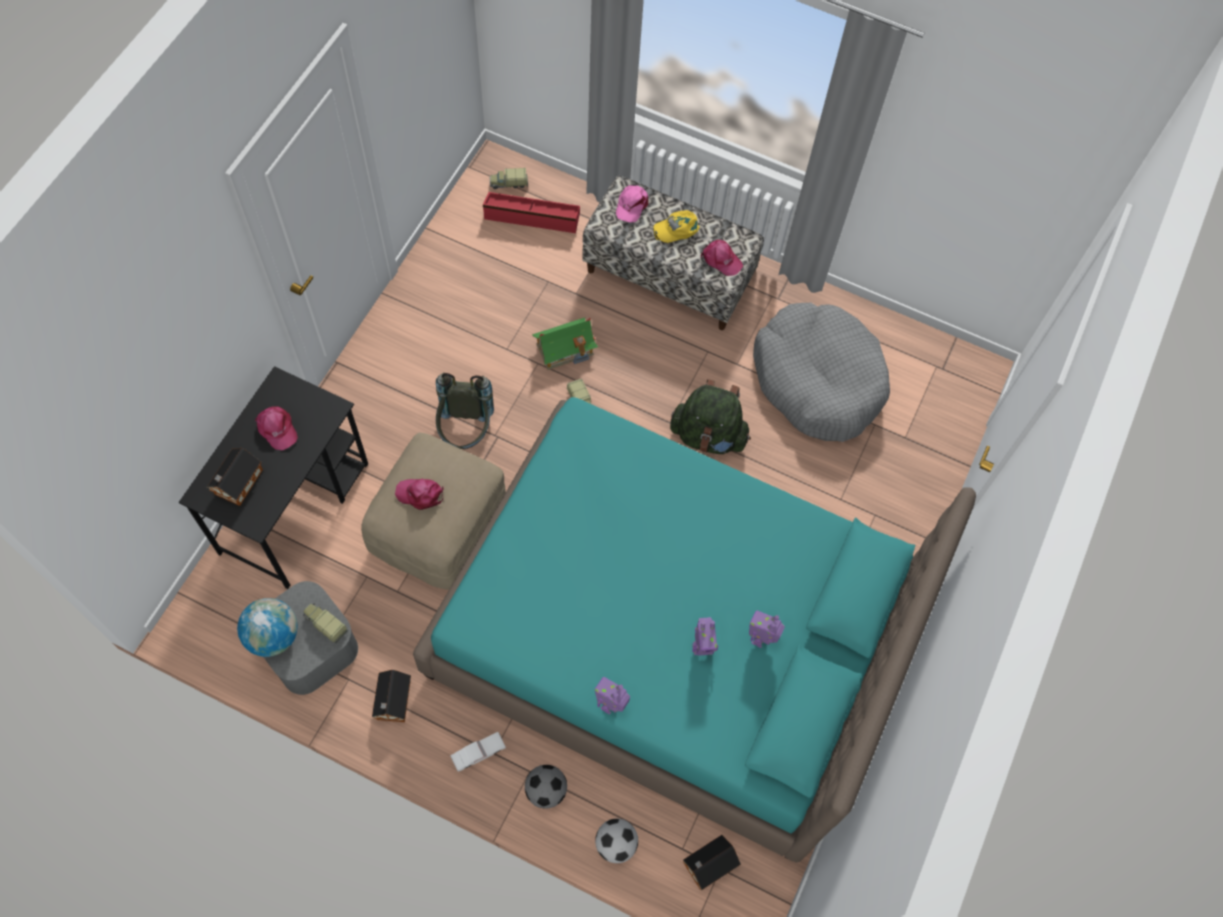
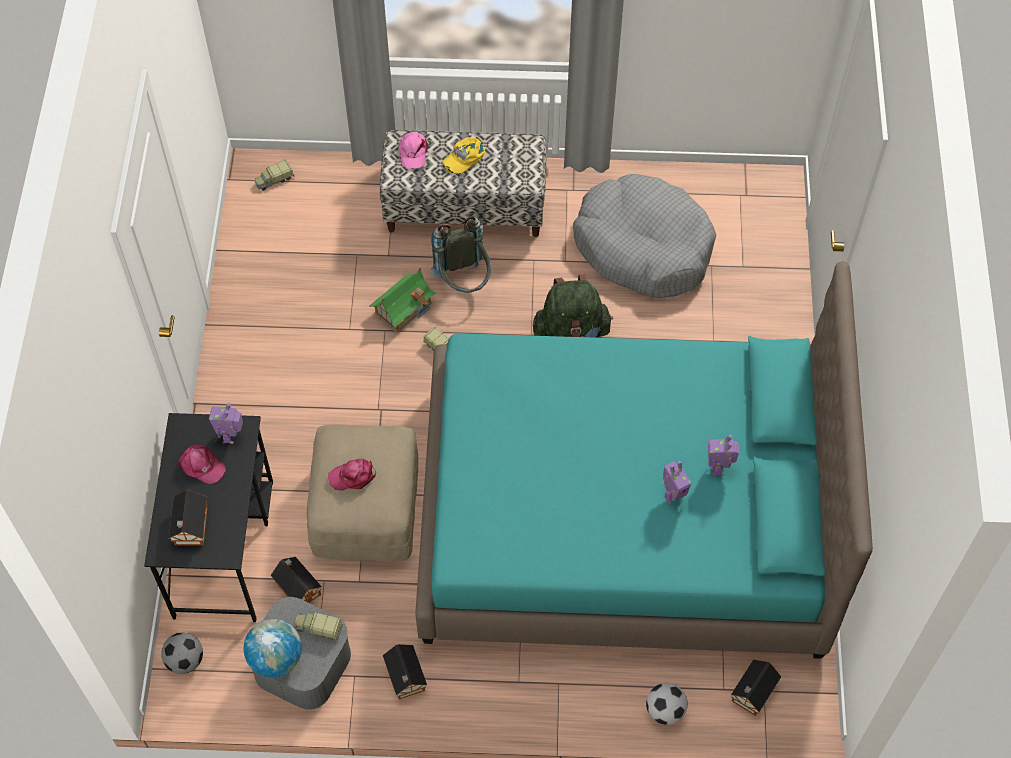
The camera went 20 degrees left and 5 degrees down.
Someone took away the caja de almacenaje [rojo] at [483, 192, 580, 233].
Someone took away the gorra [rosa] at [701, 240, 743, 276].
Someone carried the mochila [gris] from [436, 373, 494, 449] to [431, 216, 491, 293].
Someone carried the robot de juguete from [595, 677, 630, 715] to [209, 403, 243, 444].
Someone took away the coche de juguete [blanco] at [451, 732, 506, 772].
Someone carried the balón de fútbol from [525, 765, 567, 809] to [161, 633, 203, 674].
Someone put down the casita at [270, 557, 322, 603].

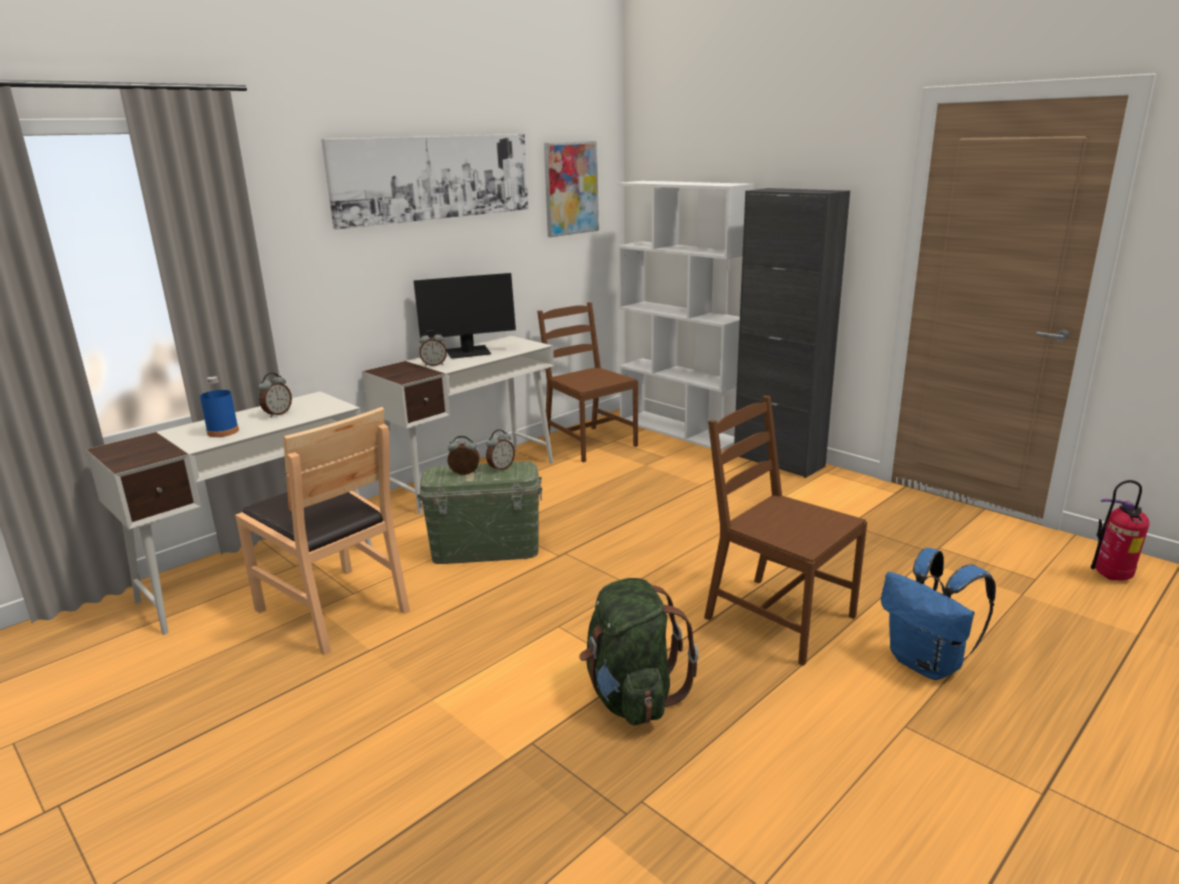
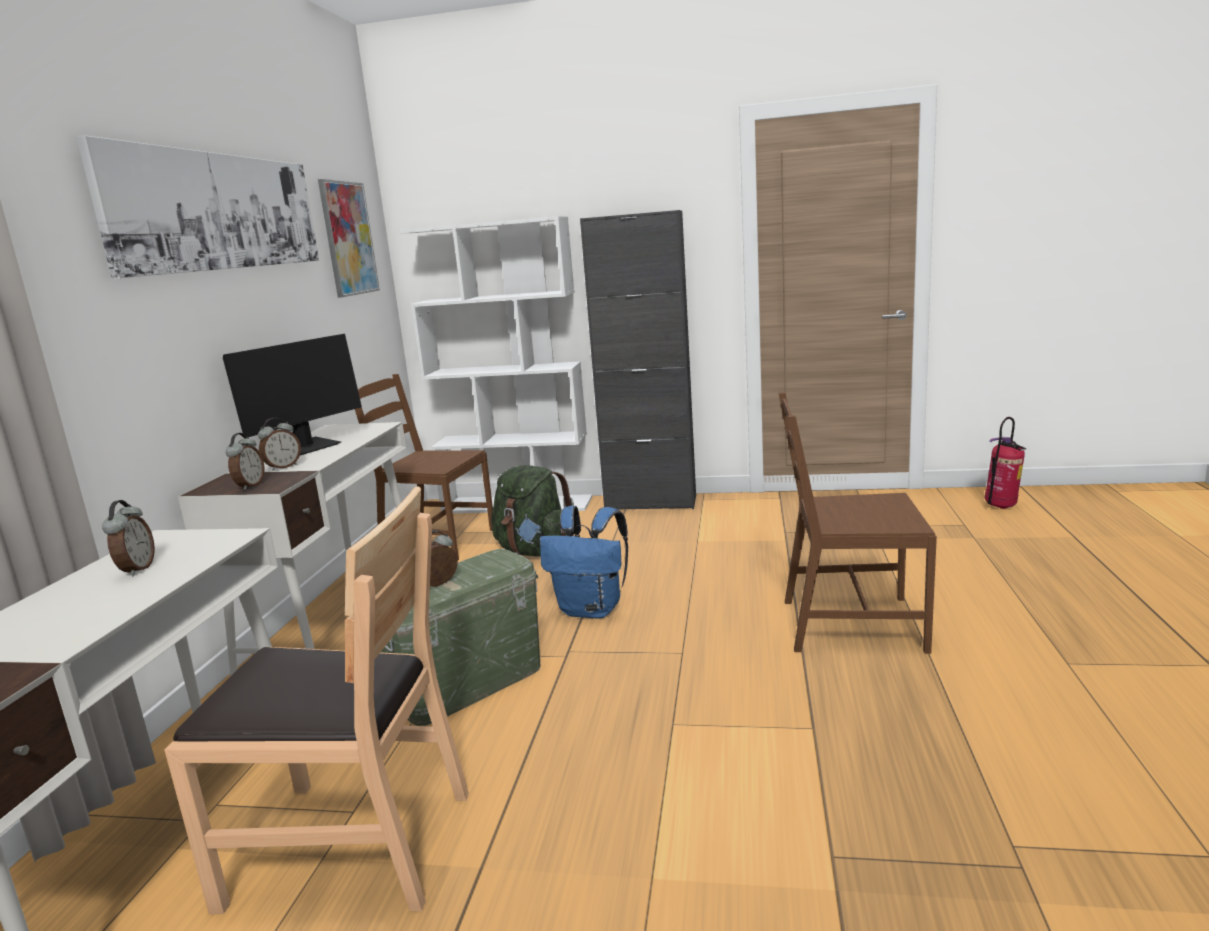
The camera went 35 degrees left and 5 degrees down.
Someone took away the botella [azul] at [200, 376, 239, 437].
Someone carried the despertador from [486, 430, 515, 472] to [226, 433, 264, 490].
Someone carried the mochila [azul] from [881, 548, 996, 680] to [540, 506, 628, 619].
Someone carried the mochila [verde] from [579, 578, 699, 726] to [491, 465, 574, 556].

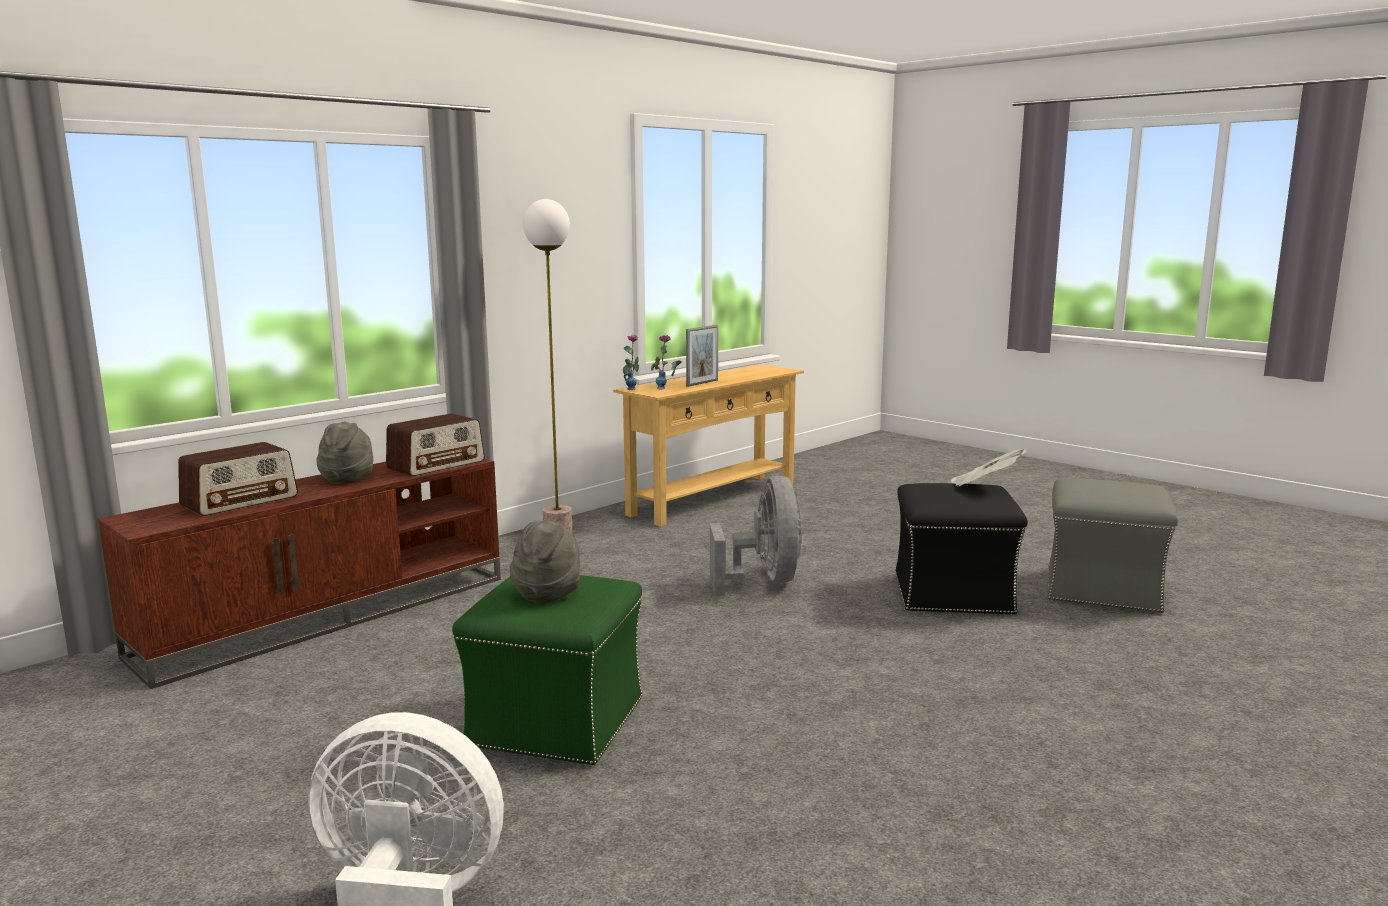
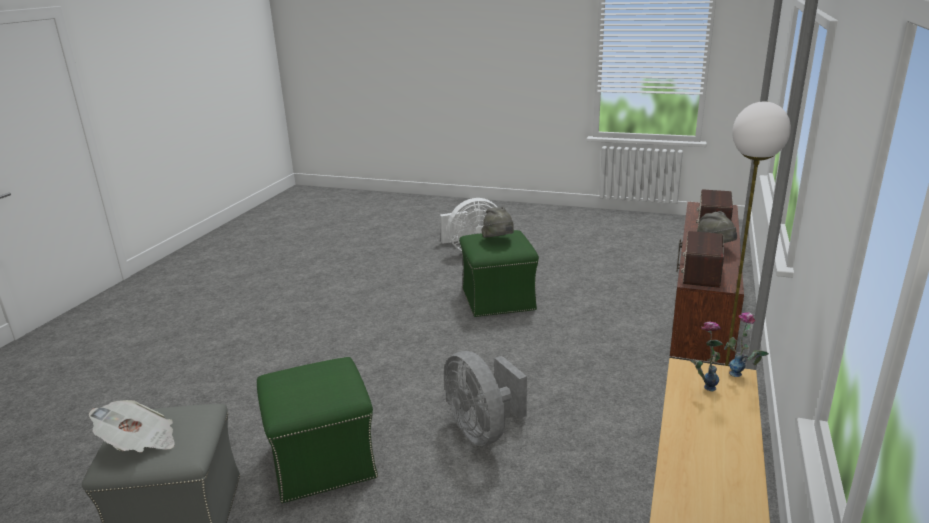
The camera went 155 degrees right and 10 degrees up.
Someone took away the portarretratos at [686, 325, 718, 387].
Someone carried the periódico from [951, 449, 1026, 487] to [89, 400, 174, 452].
Someone repainted the puf [negro] at [895, 483, 1028, 615], which became the puf [verde] at [257, 357, 378, 503].

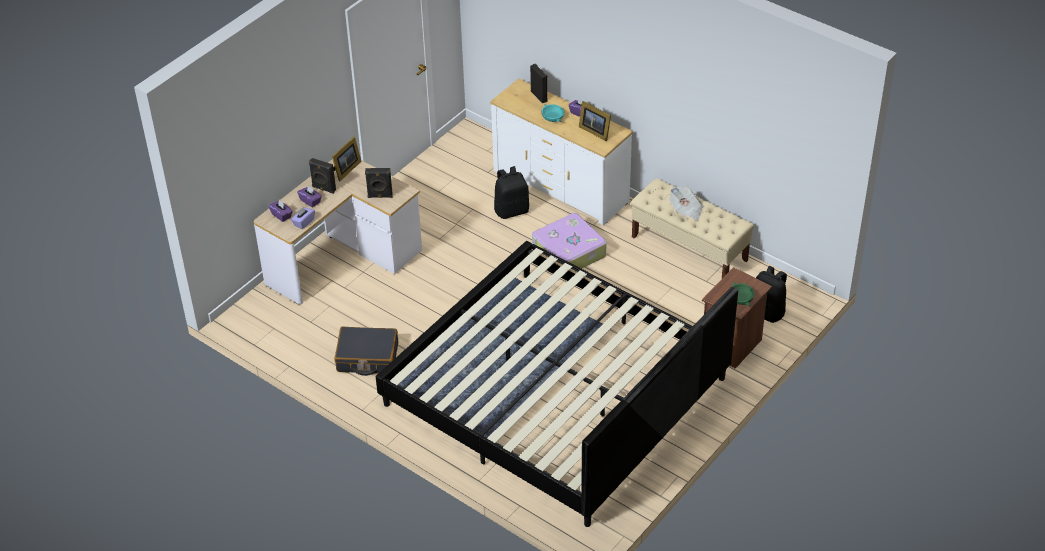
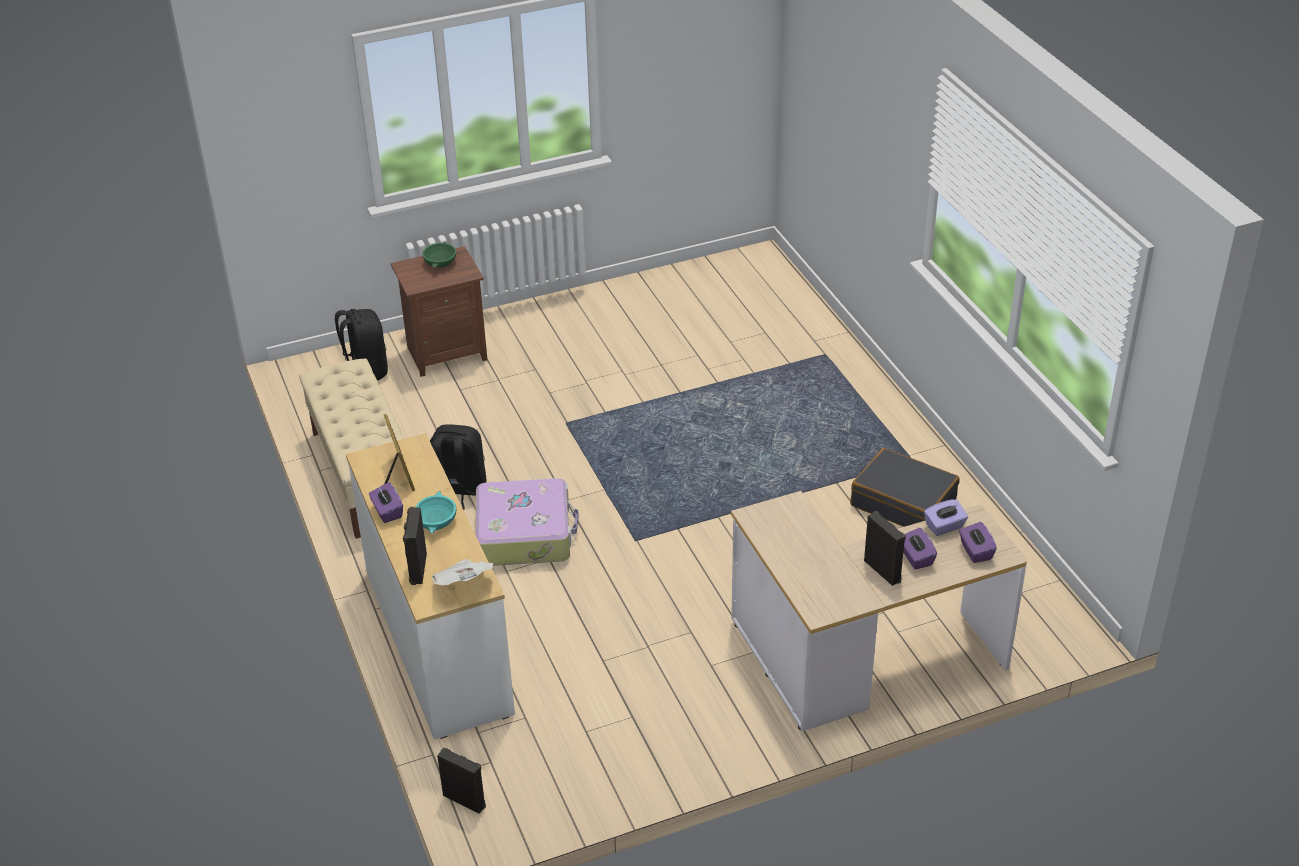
The camera went 150 degrees left and 5 degrees down.
Someone took away the portarretratos at [332, 137, 362, 181].
Someone carried the mochila [negro] from [494, 166, 529, 219] to [430, 424, 487, 510].
Someone carried the altavoz [negro] from [365, 168, 393, 198] to [437, 748, 486, 814].
Someone carried the periódico from [669, 186, 703, 221] to [432, 559, 493, 585].
Someone took away the cama at [376, 241, 738, 527].

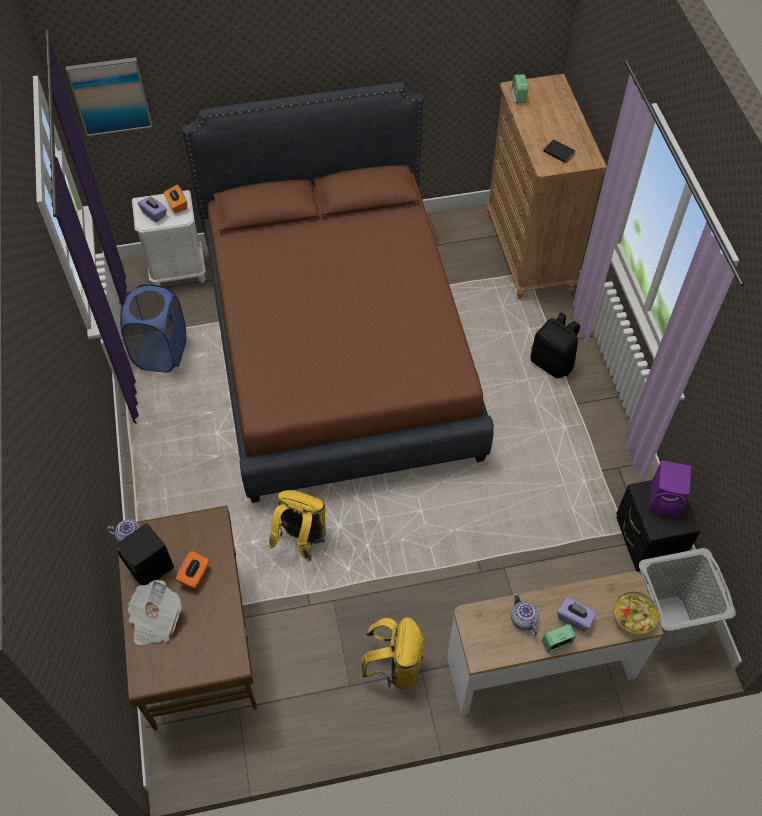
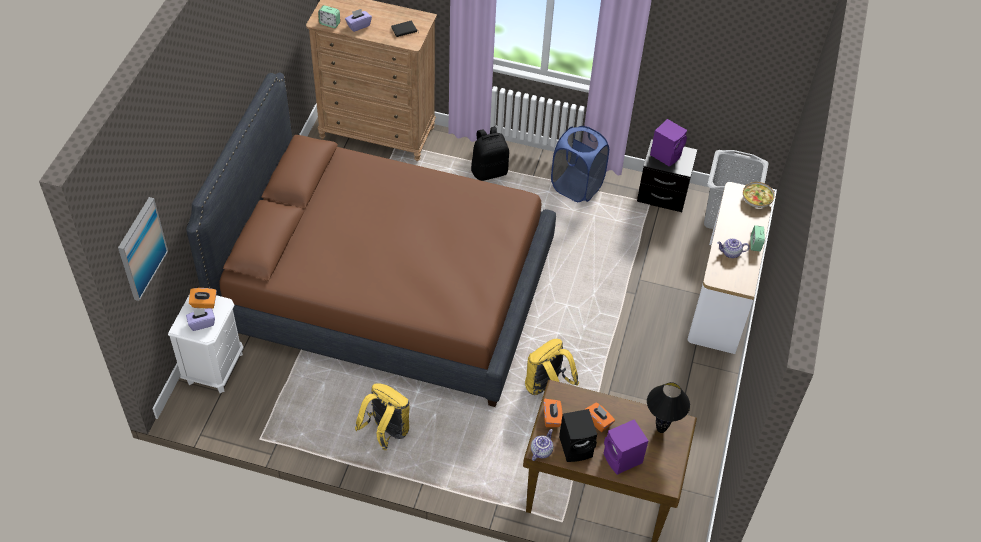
The camera went 65 degrees left and 5 degrees down.
Someone carried the cesto de la ropa [azul] from [120, 284, 186, 373] to [551, 126, 609, 202].
Someone swapped the periódico at [127, 580, 182, 645] for the altavoz [morado] at [604, 420, 648, 475].
Someone carried the caja de pañuelos [morado] from [557, 597, 596, 632] to [345, 9, 372, 32].
Someone carried the mochila [amarillo] from [361, 617, 425, 689] to [355, 383, 410, 450].
Someone put down the lámpara de mesa [negro] at [647, 382, 690, 433].
Someone put down the caja de pañuelos [naranja] at [544, 399, 562, 427].

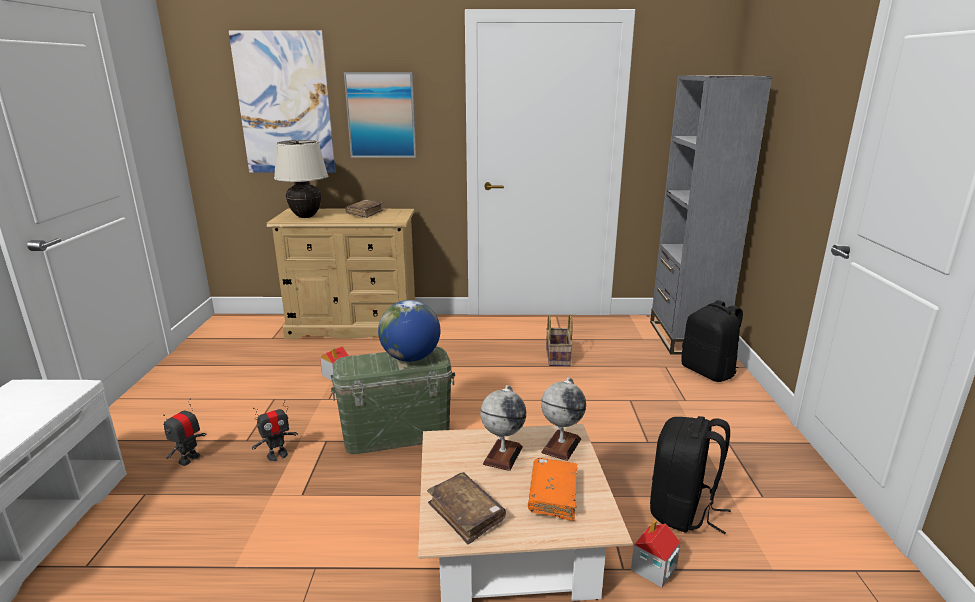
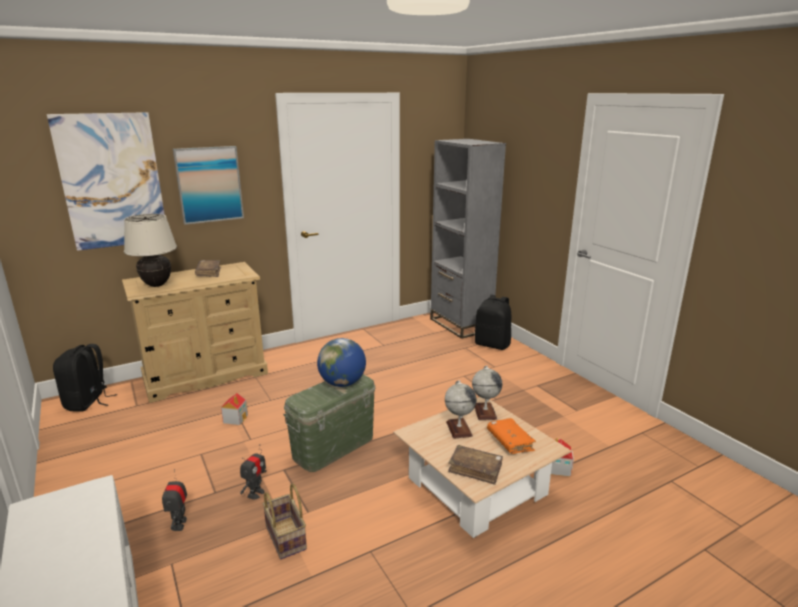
The camera went 30 degrees left and 0 degrees up.
Someone carried the cesta from [546, 315, 572, 366] to [263, 483, 307, 559].
Someone carried the mochila [negro] from [650, 416, 731, 534] to [53, 344, 117, 411].

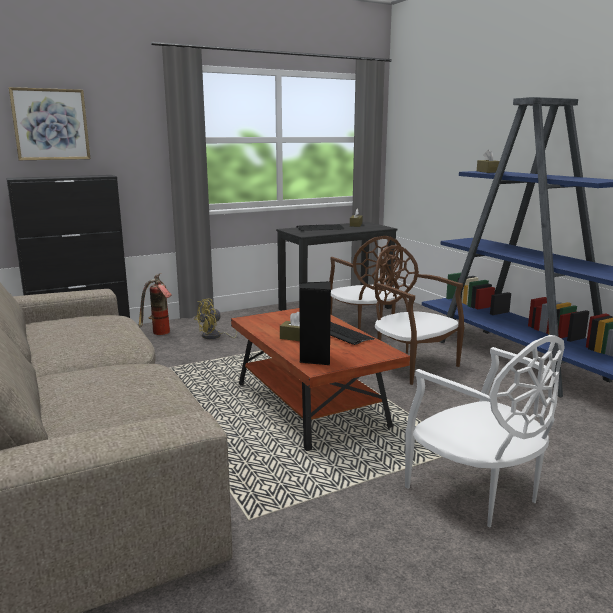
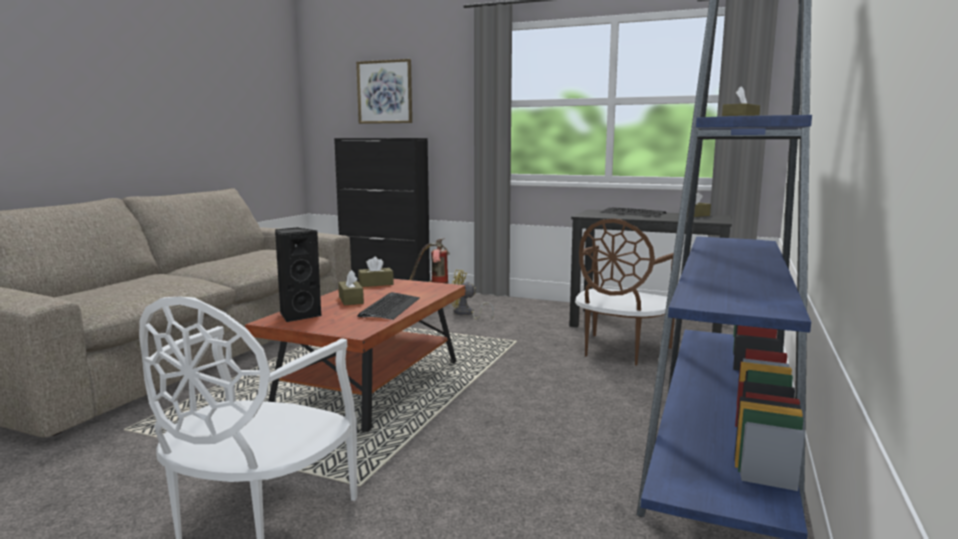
The camera went 50 degrees right and 5 degrees down.
Someone took away the silla [marrón] at [375, 245, 464, 385].
Someone put down the caja de pañuelos [marrón] at [358, 257, 394, 287].

